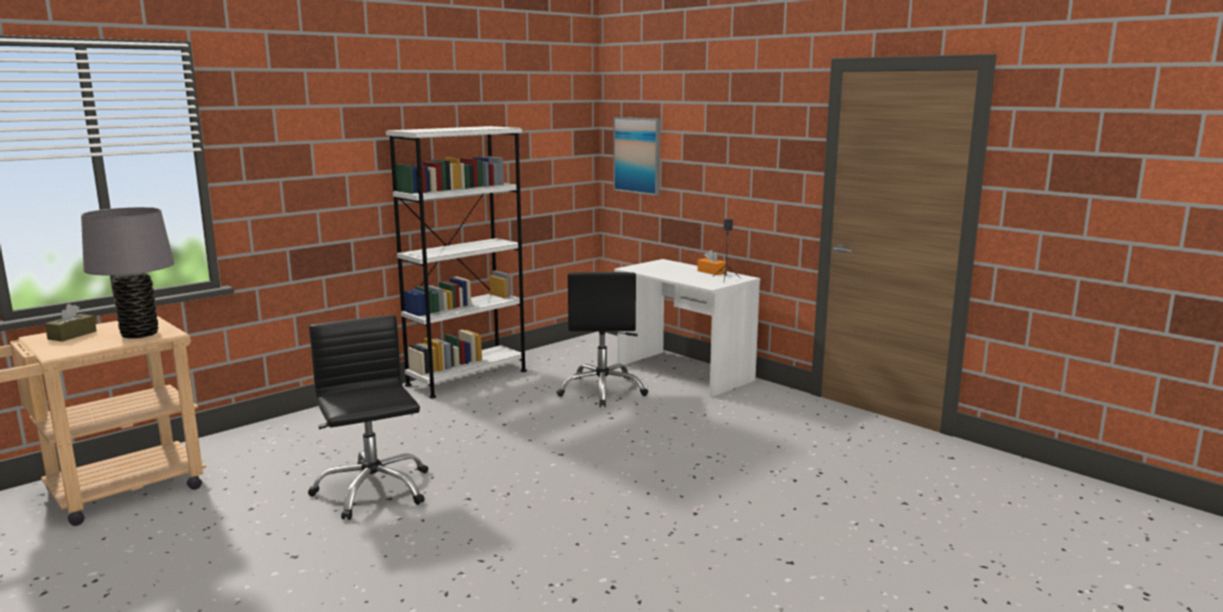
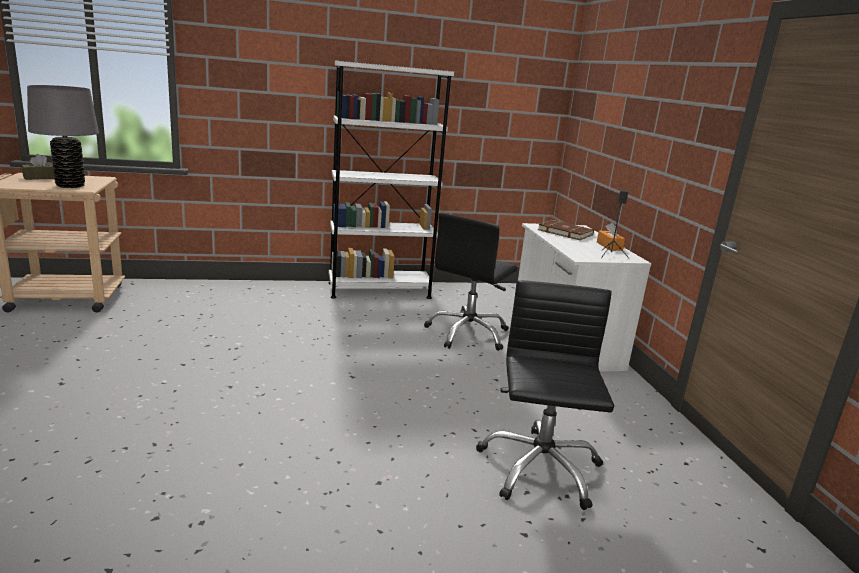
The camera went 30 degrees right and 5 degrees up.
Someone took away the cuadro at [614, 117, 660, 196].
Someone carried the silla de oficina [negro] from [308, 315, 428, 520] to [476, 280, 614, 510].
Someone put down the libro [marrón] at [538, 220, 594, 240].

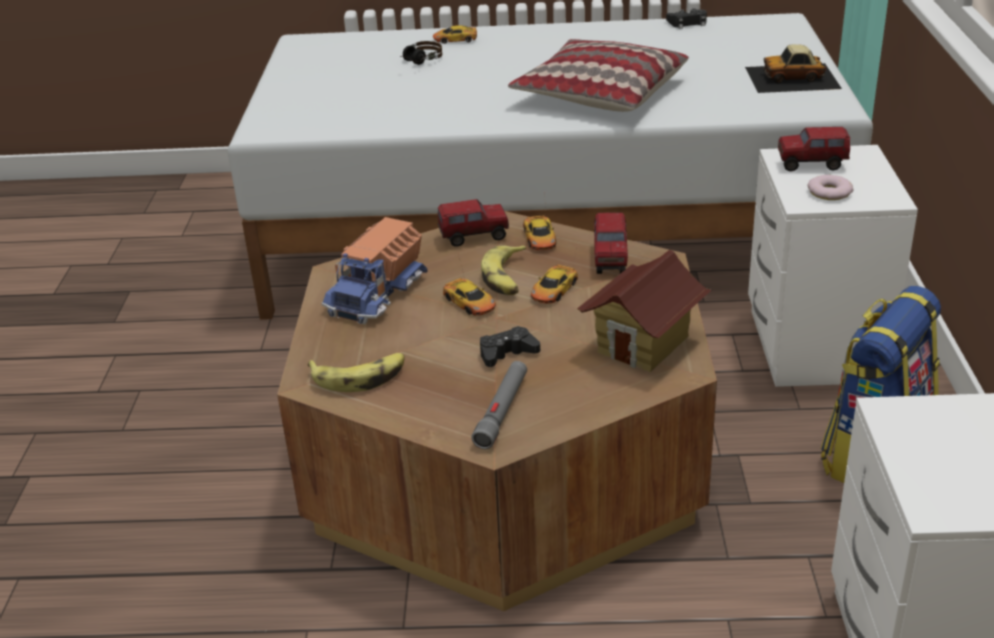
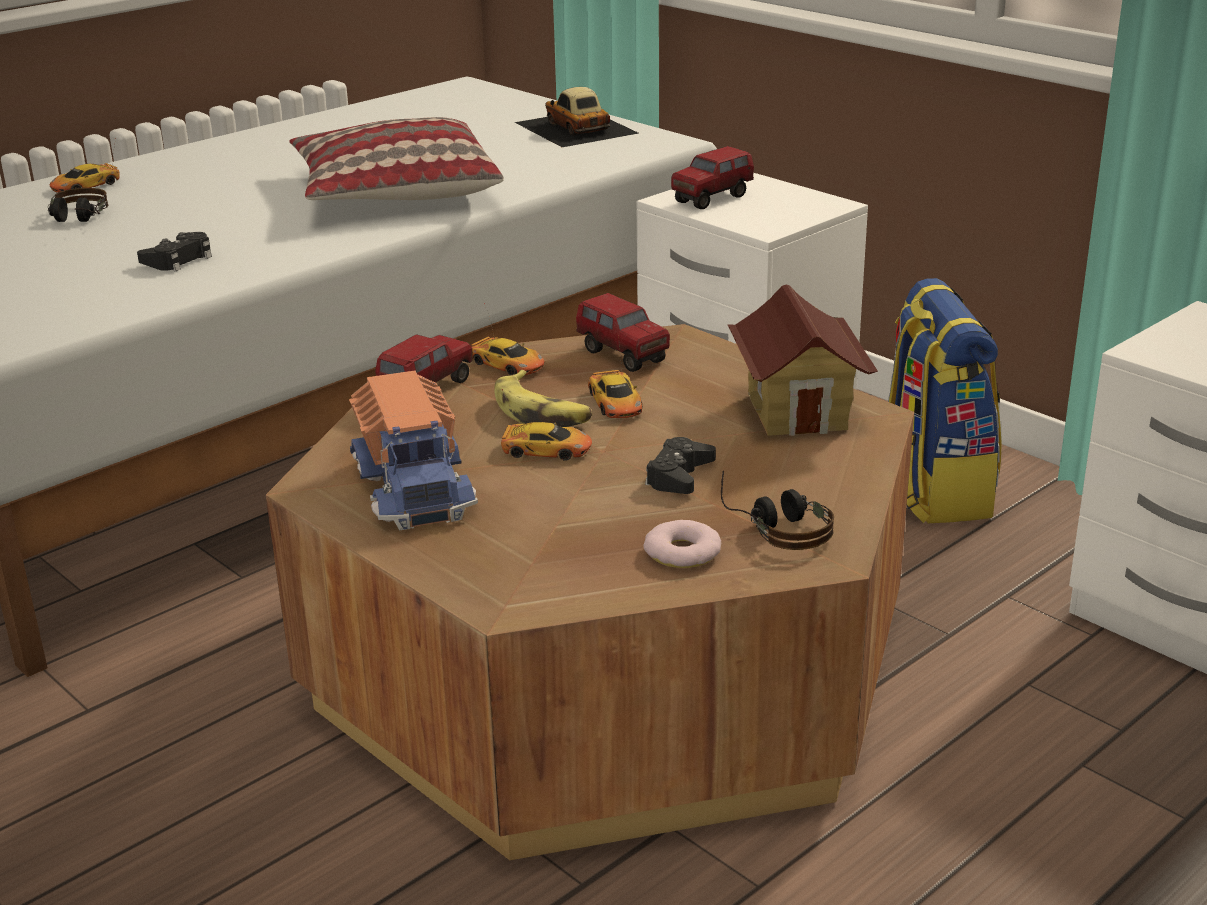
The camera went 45 degrees left and 5 degrees down.
Someone carried the mando de consola [negro] from [666, 8, 707, 29] to [137, 232, 212, 272].
Someone rotated the coche de juguete at [745, 44, 842, 93] by 105 degrees clockwise.
Someone carried the rosquilla from [808, 175, 853, 200] to [644, 520, 721, 568].
Someone took away the plátano at [308, 353, 405, 392].
Someone swapped the linterna [gris] at [471, 361, 527, 449] for the auriculares at [721, 471, 834, 550].

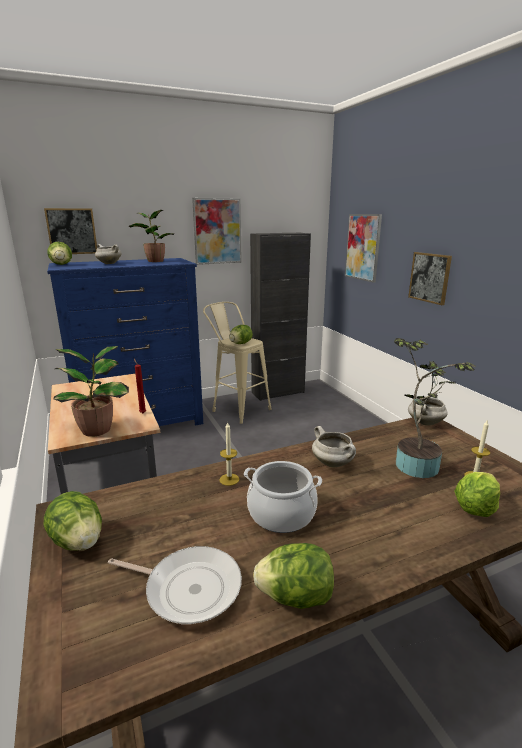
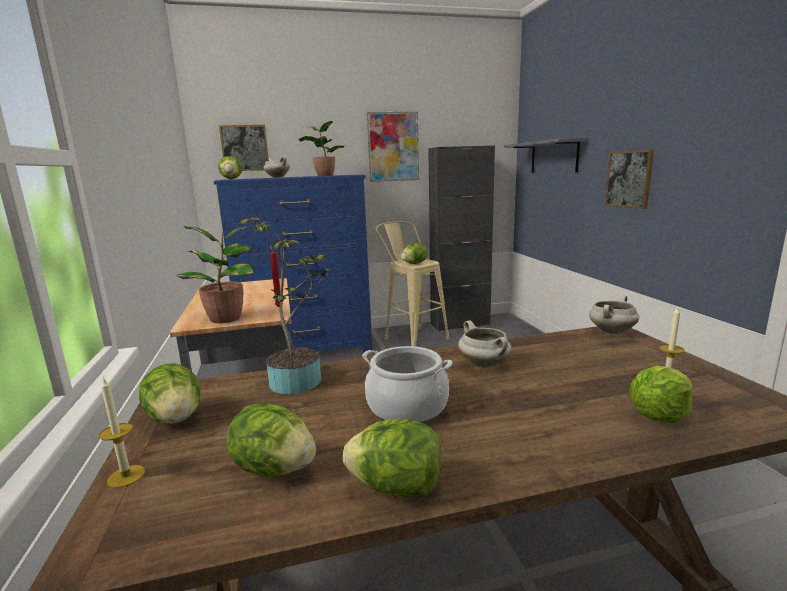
The camera went 10 degrees right and 5 degrees down.
Someone swapped the cuadro at [345, 214, 382, 283] for the estante [gris] at [504, 138, 588, 172].
Someone carried the planta en maceta from [394, 338, 477, 478] to [237, 216, 330, 394].
Someone carried the vela from [219, 422, 239, 486] to [99, 377, 145, 488].
Someone swapped the sartén at [108, 546, 242, 624] for the lechuga at [227, 404, 316, 476].

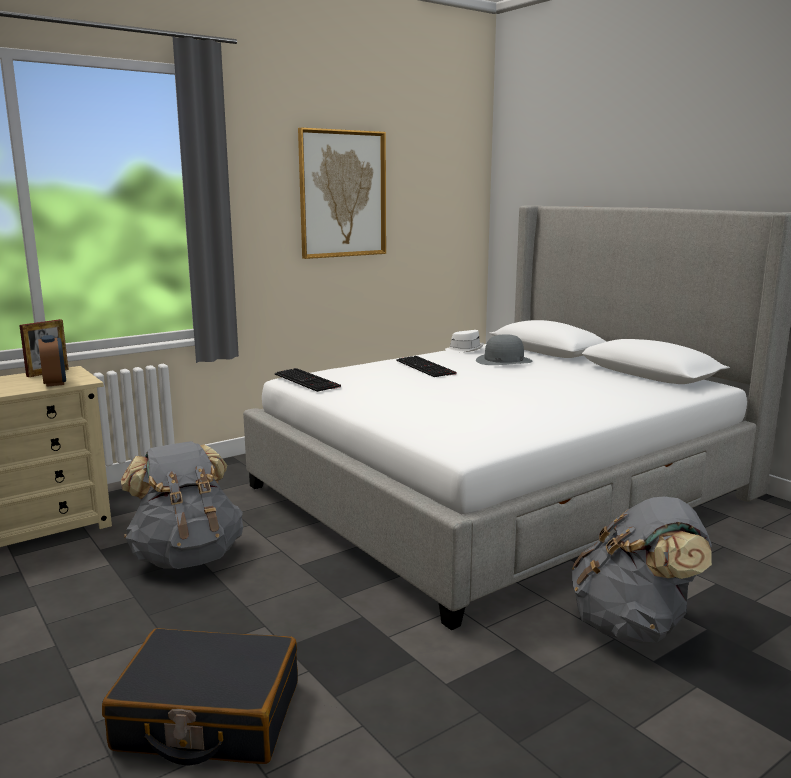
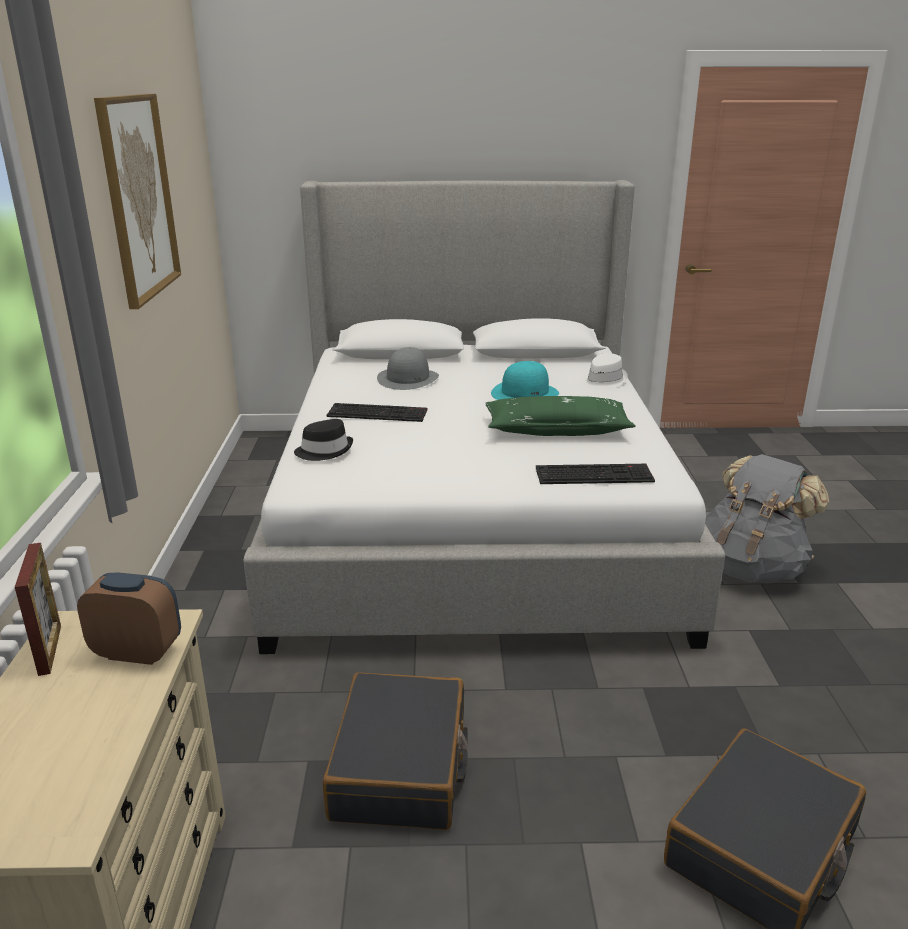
The camera went 55 degrees left and 10 degrees up.
Someone carried the sombrero [blanco] from [445, 330, 484, 352] to [582, 353, 628, 389].
Someone carried the teclado from [275, 368, 341, 392] to [536, 464, 655, 484].
Someone swapped the mochila [gris] at [121, 441, 243, 569] for the maleta [negro] at [323, 672, 468, 830].
Someone put down the sombrero [turquesa] at [491, 361, 559, 400].
Someone put down the cojín [verde] at [485, 396, 636, 436].
Someone put down the sombrero [negro] at [294, 419, 353, 461].

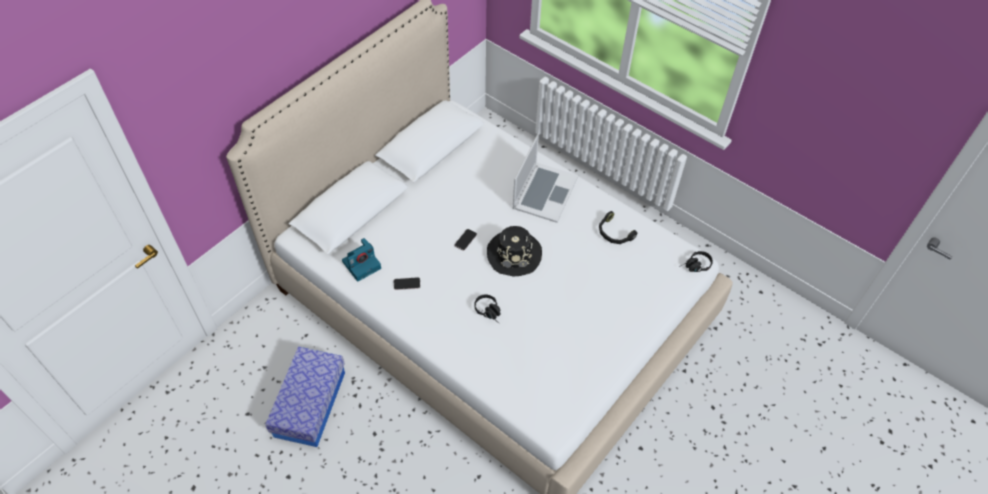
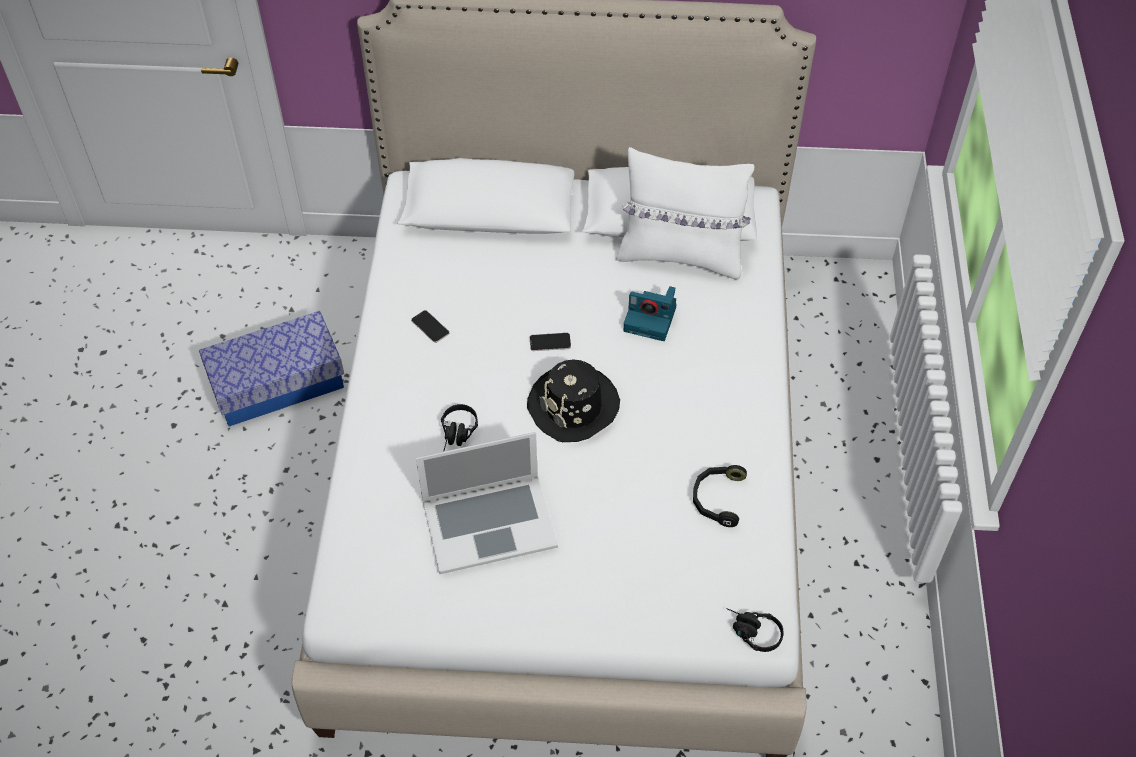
The camera went 55 degrees right and 0 degrees up.
Someone carried the portátil from [513, 134, 578, 223] to [416, 432, 558, 574].
Someone carried the cámara from [342, 238, 381, 282] to [624, 286, 677, 341].
Someone put down the cojín [blanco] at [616, 147, 754, 280].

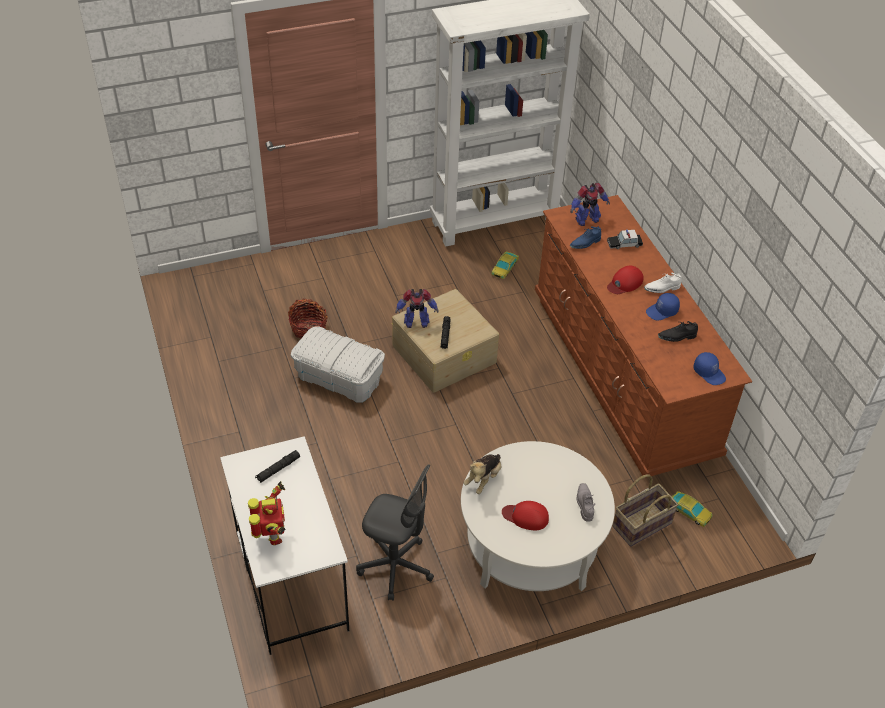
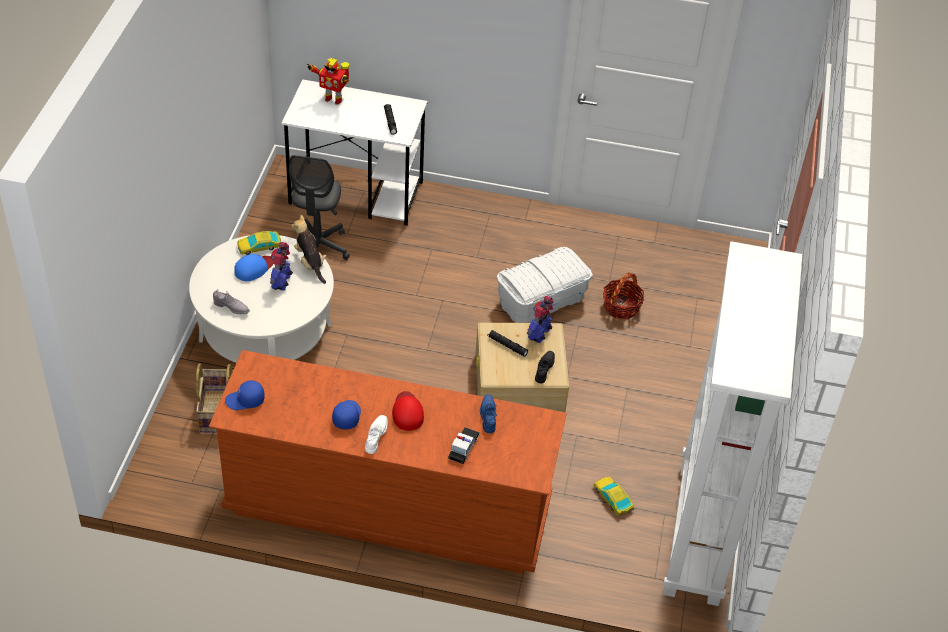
The camera went 120 degrees right and 0 degrees up.
Someone carried the robot de juguete from [570, 183, 610, 226] to [270, 242, 293, 290].
Someone carried the zapato [negro] from [658, 321, 698, 342] to [535, 351, 555, 383].
Someone rotated the silla de oficina [gris] at [356, 464, 434, 601] by 45 degrees counterclockwise.
Someone carried the coche de juguete from [671, 491, 713, 527] to [237, 231, 281, 255].
Someone repainted the gorra [rojo] at [502, 501, 549, 530], which became the gorra [azul] at [234, 254, 274, 281].

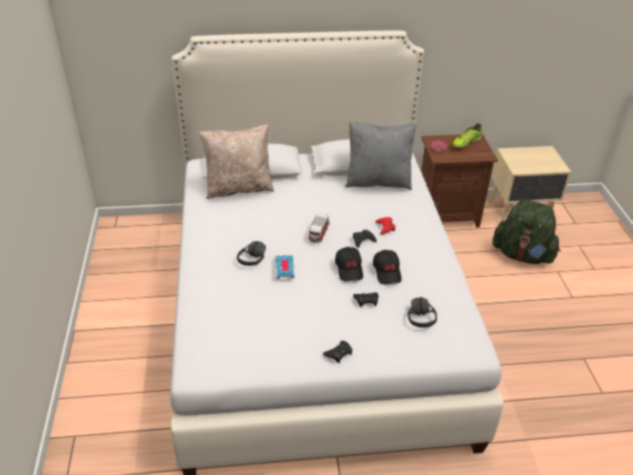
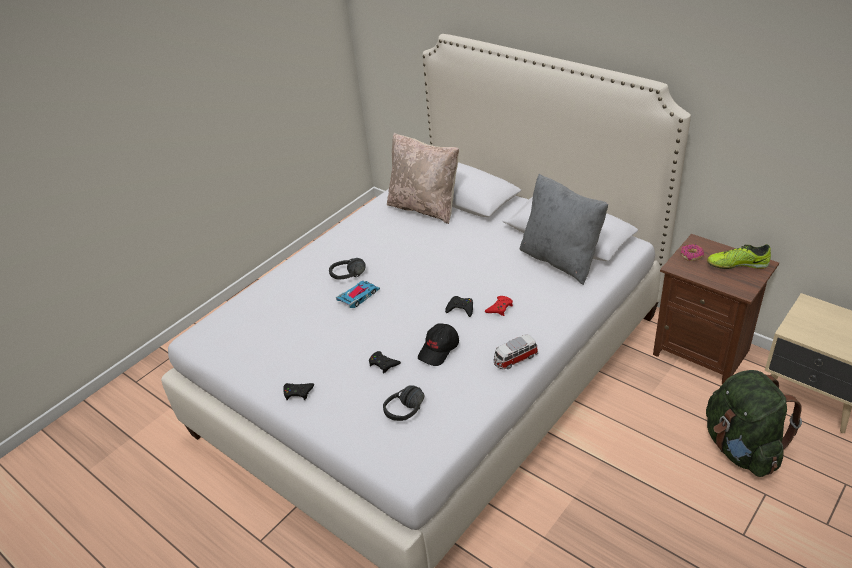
The camera went 50 degrees right and 0 degrees up.
Someone carried the coche de juguete from [308, 213, 329, 243] to [493, 334, 538, 369].
Someone took away the gorra [negro] at [335, 247, 363, 281].

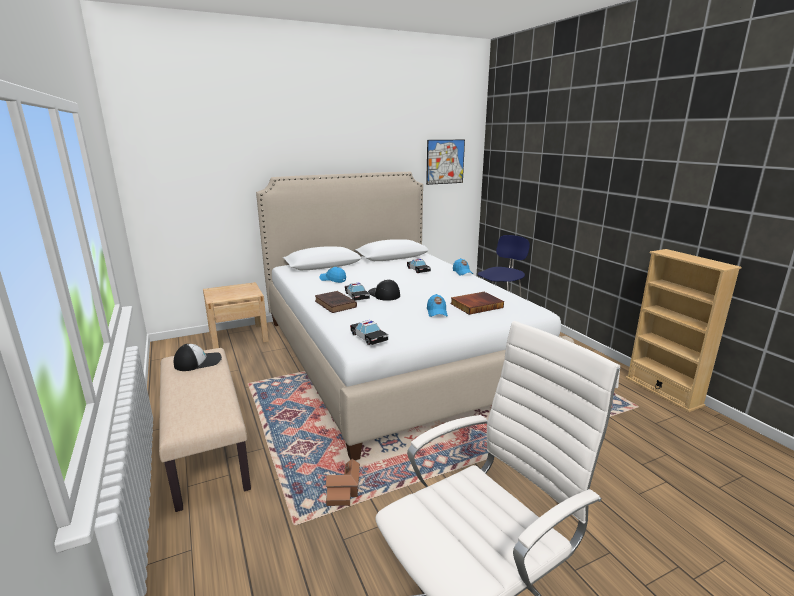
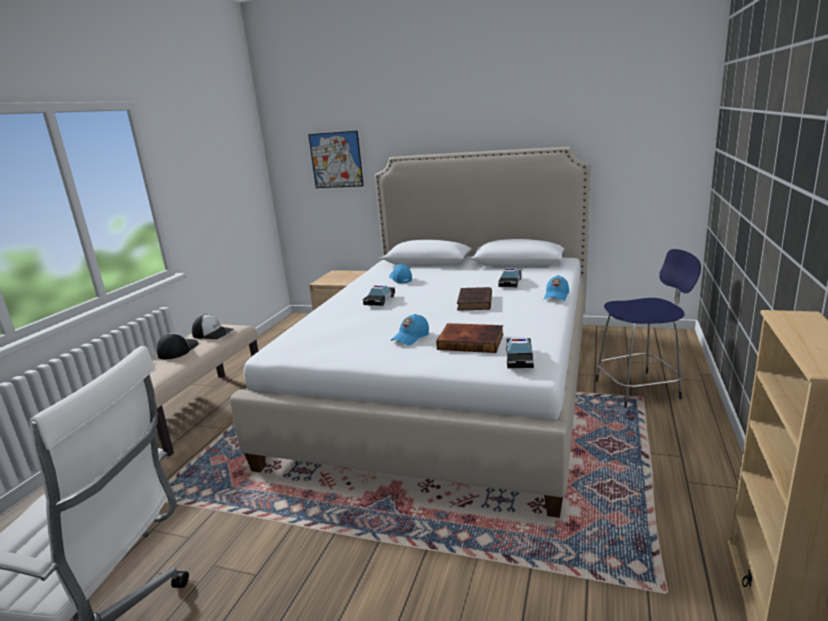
The camera went 45 degrees right and 0 degrees up.
Someone carried the cuadro from [426, 140, 465, 185] to [308, 131, 364, 188].
Someone carried the gorra from [368, 279, 400, 301] to [157, 333, 199, 359].
Someone carried the libro [marrón] from [315, 291, 357, 313] to [457, 287, 492, 310].
Someone carried the coche de juguete from [350, 320, 388, 345] to [506, 337, 534, 368].
Someone took away the casita at [326, 459, 360, 506].

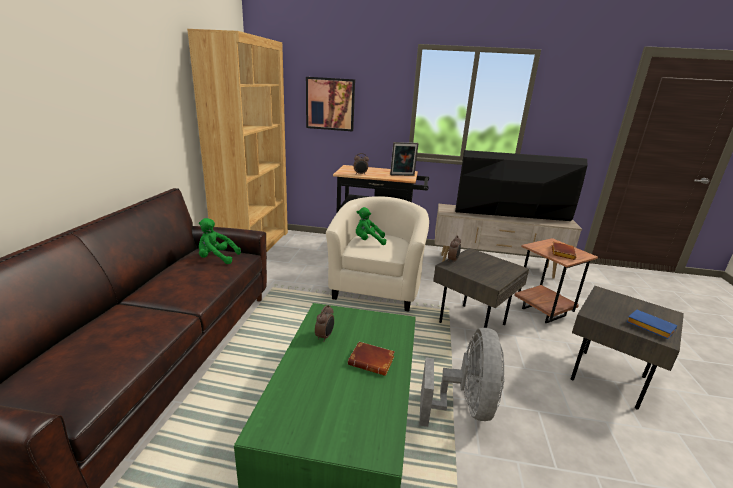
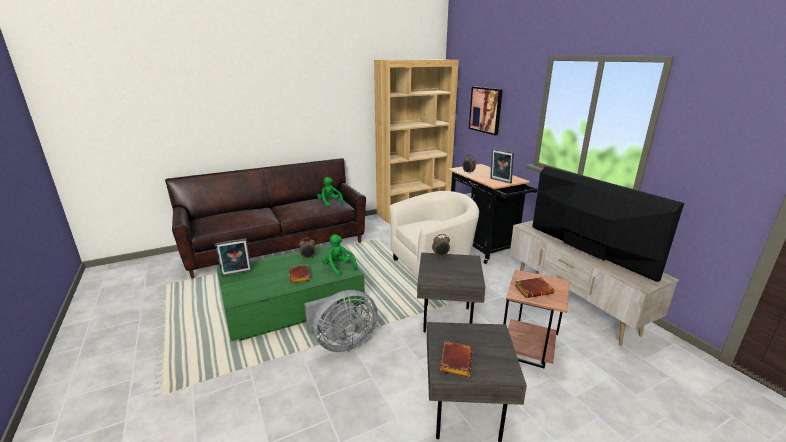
The camera went 55 degrees right and 0 degrees up.
Someone carried the peluche [verde] from [356, 207, 386, 245] to [322, 234, 357, 276].
Someone repainted the libro [azul] at [626, 309, 677, 339], which became the libro [marrón] at [440, 341, 472, 377].
Someone put down the portarretratos at [215, 238, 252, 277].

